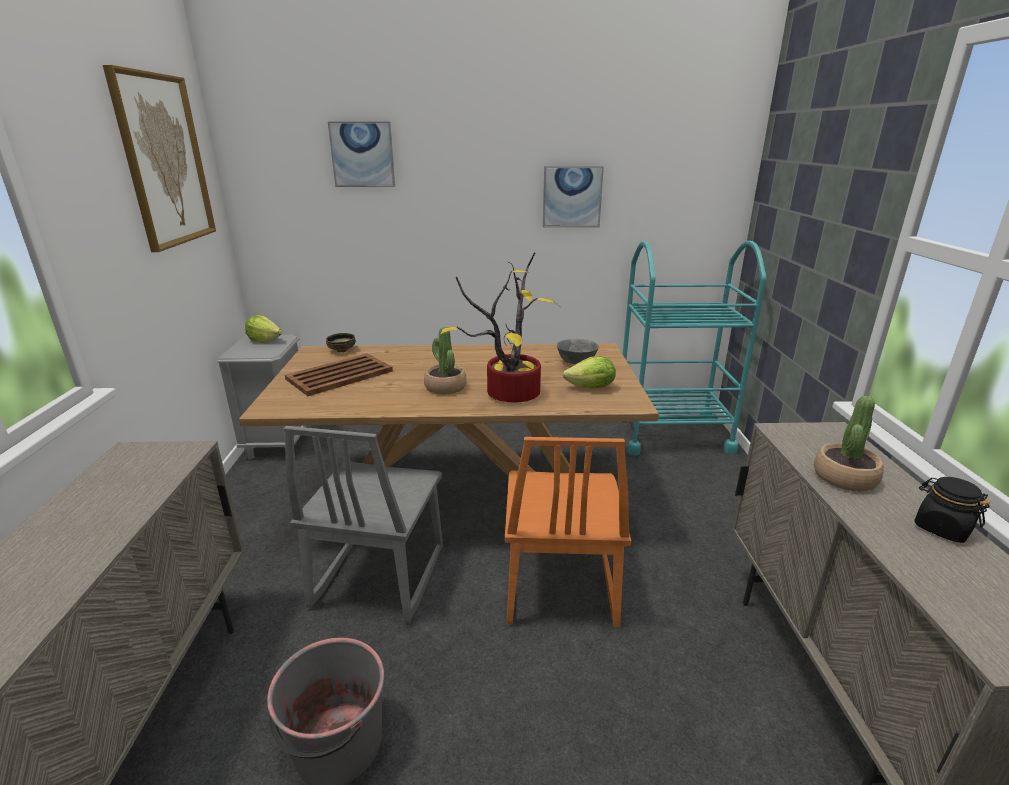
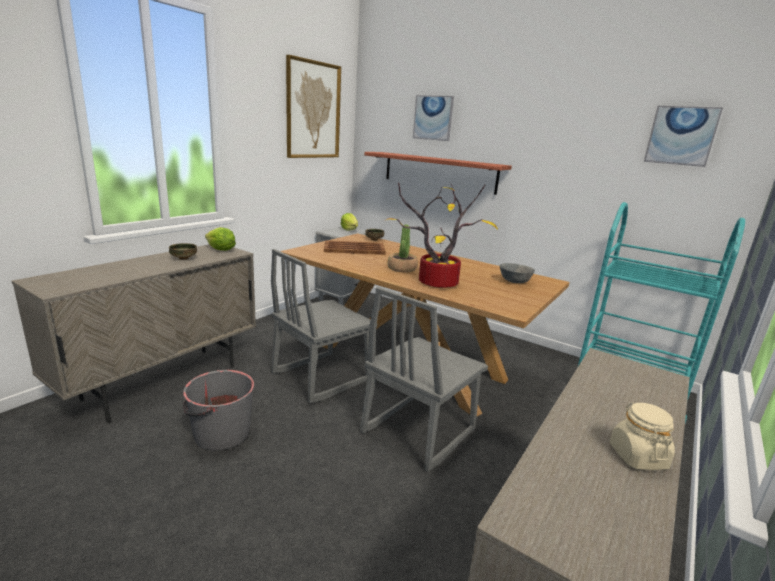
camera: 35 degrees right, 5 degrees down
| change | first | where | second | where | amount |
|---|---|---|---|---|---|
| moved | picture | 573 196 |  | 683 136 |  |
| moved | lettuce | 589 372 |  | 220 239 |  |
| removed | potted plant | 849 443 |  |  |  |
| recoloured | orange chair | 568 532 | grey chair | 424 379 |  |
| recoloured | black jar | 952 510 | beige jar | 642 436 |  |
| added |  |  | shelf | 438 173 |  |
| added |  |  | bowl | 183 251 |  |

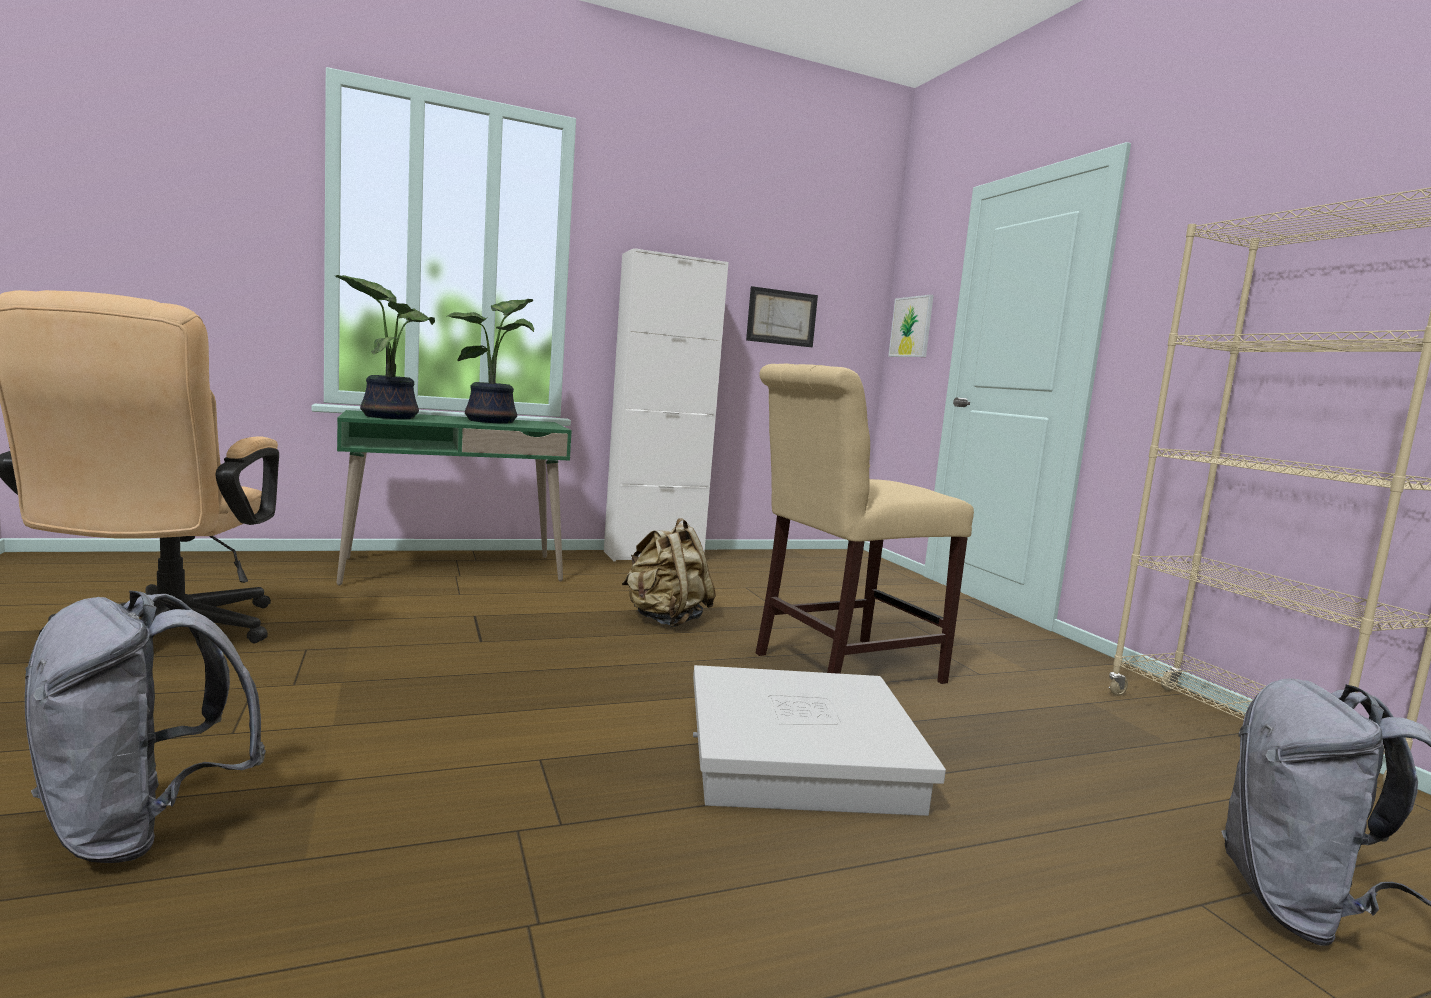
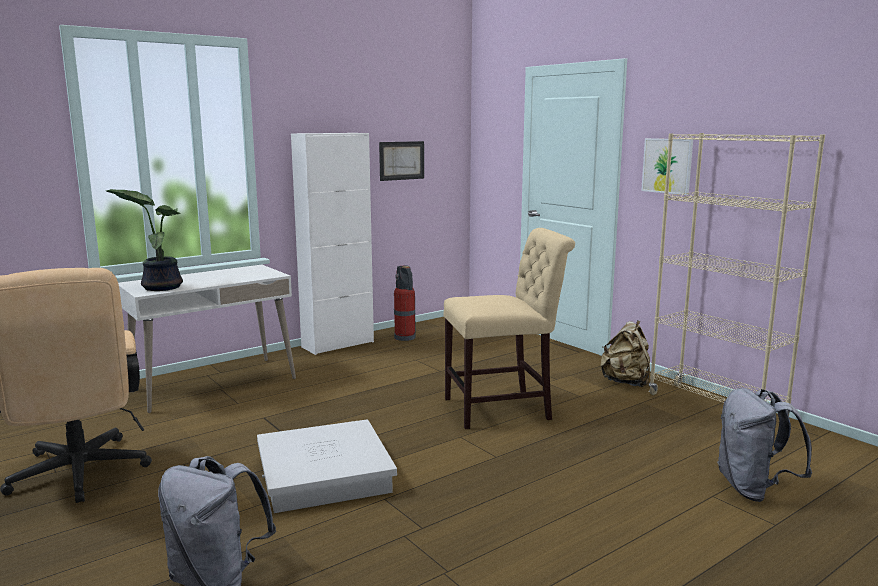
camera: 15 degrees left, 5 degrees up
| change | first | where | second | where | amount |
|---|---|---|---|---|---|
| moved | picture | 911 326 |  | 667 166 |  |
| removed | potted plant | 491 361 |  |  |  |
| turned | beige chair | 865 524 |  | 509 328 | 150 degrees counterclockwise |
| recoloured | green desk | 454 497 | white desk | 207 339 |  |
| moved | beige backpack | 669 572 |  | 625 354 |  |
| moved | white storage box | 819 740 |  | 327 466 |  |
| added |  |  | fire extinguisher | 405 303 |  |

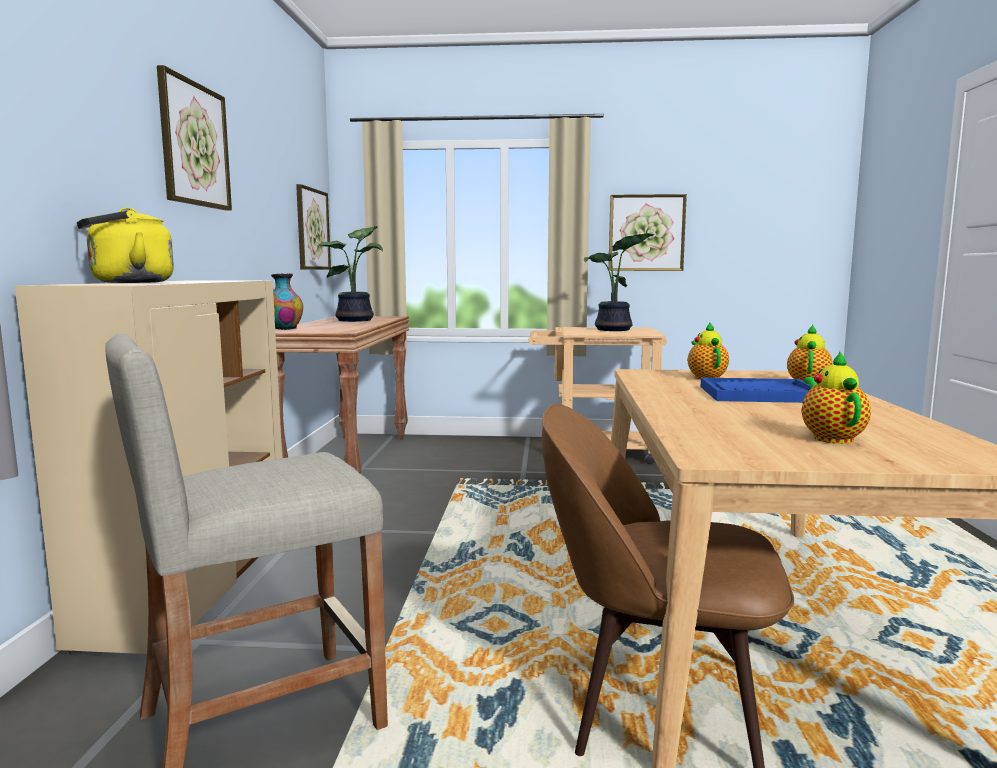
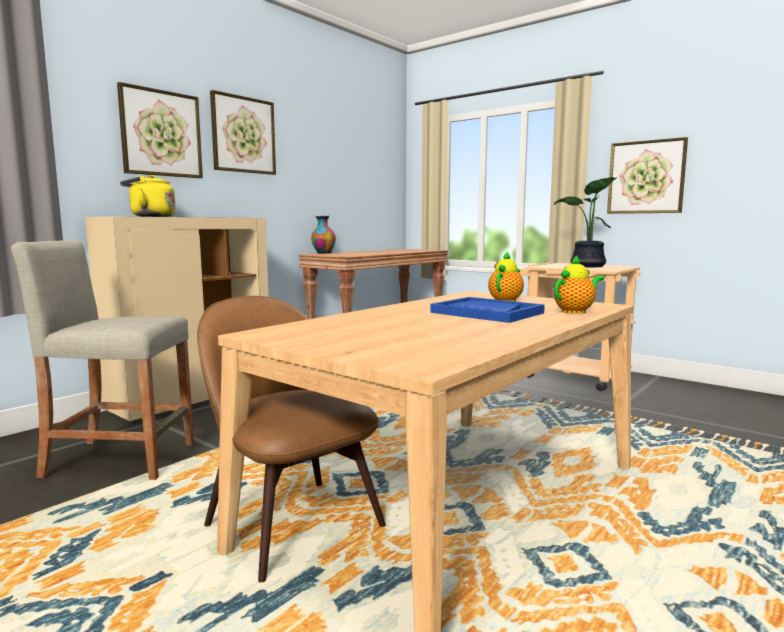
camera: 35 degrees right, 0 degrees up
| change | first | where | second | where | amount |
|---|---|---|---|---|---|
| moved | picture | 313 226 |  | 160 130 |  |
| removed | potted plant | 350 274 |  |  |  |
| removed | teapot | 836 397 |  |  |  |

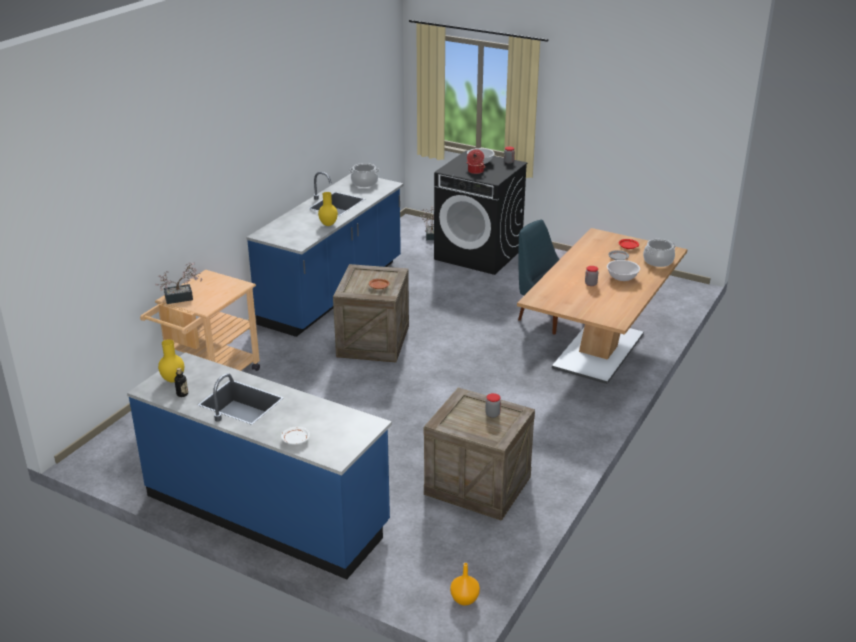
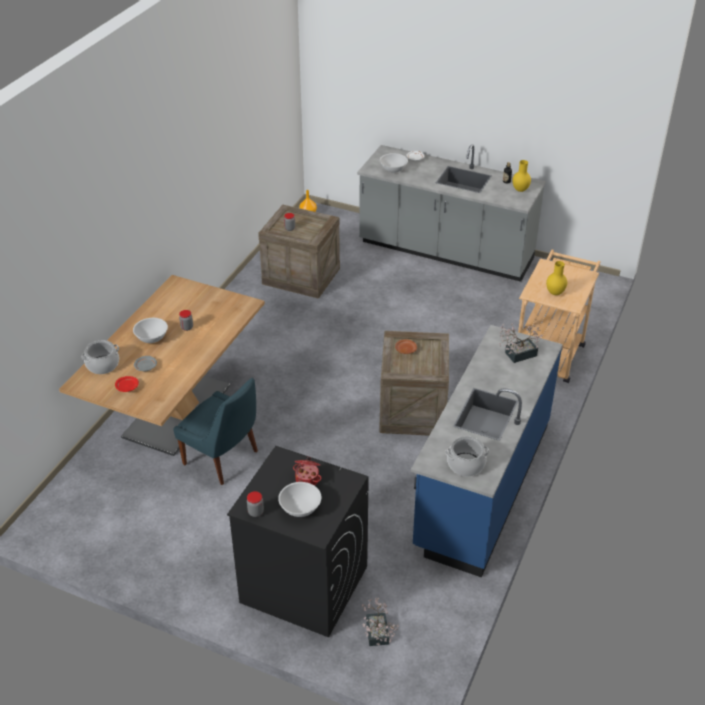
camera: 175 degrees right, 10 degrees up
| change | first | where | second | where | amount |
|---|---|---|---|---|---|
| moved | yellow vase | 328 209 |  | 556 278 |  |
| moved | potted plant | 178 283 |  | 521 343 |  |
| recoloured | blue counter | 259 465 | grey counter | 451 213 |  |
| added |  |  | white bowl | 394 163 |  |

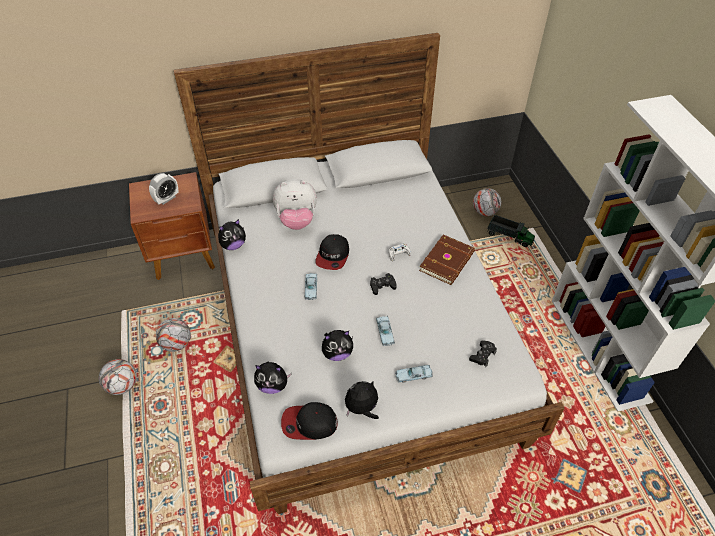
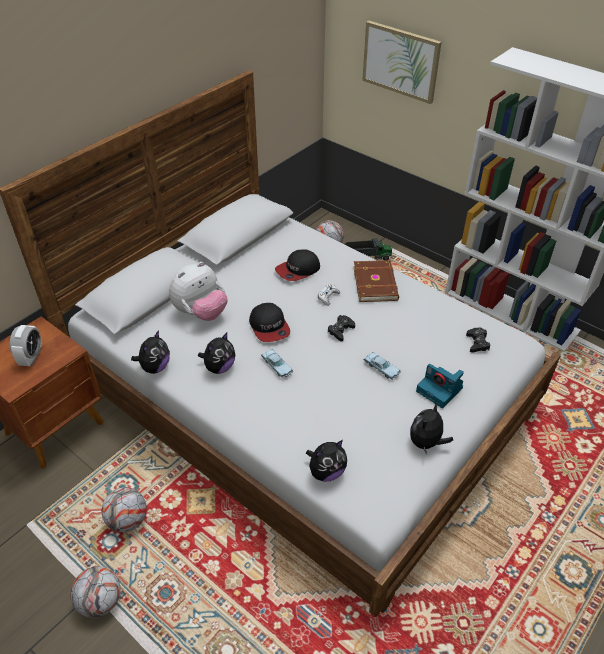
camera: 35 degrees left, 5 degrees down
| change | first | where | second | where | amount |
|---|---|---|---|---|---|
| moved | plush toy | 337 345 |  | 216 353 |  |
| replaced | blue toy car | 414 374 | photo camera | 440 386 |  |
| moved | cap | 309 421 |  | 297 265 |  |
| added |  |  | picture | 402 62 |  |

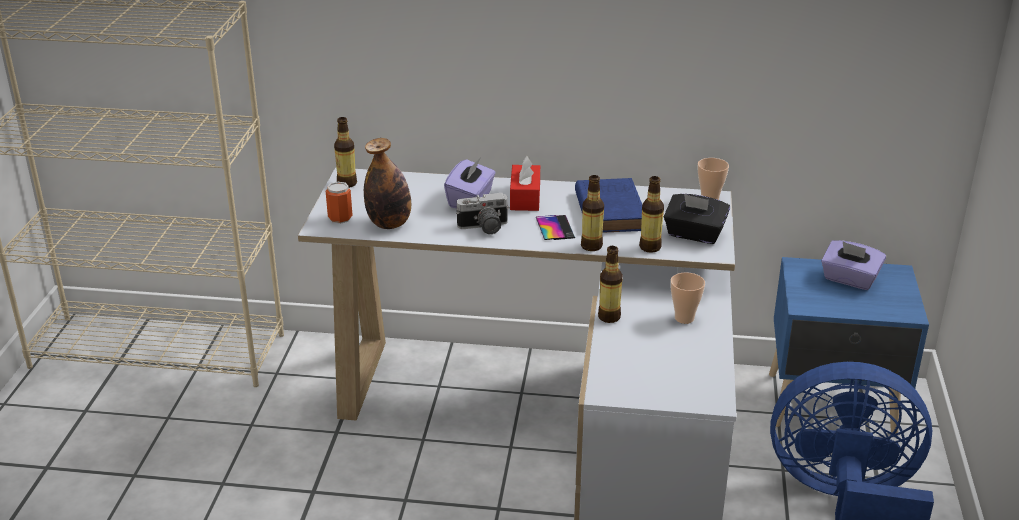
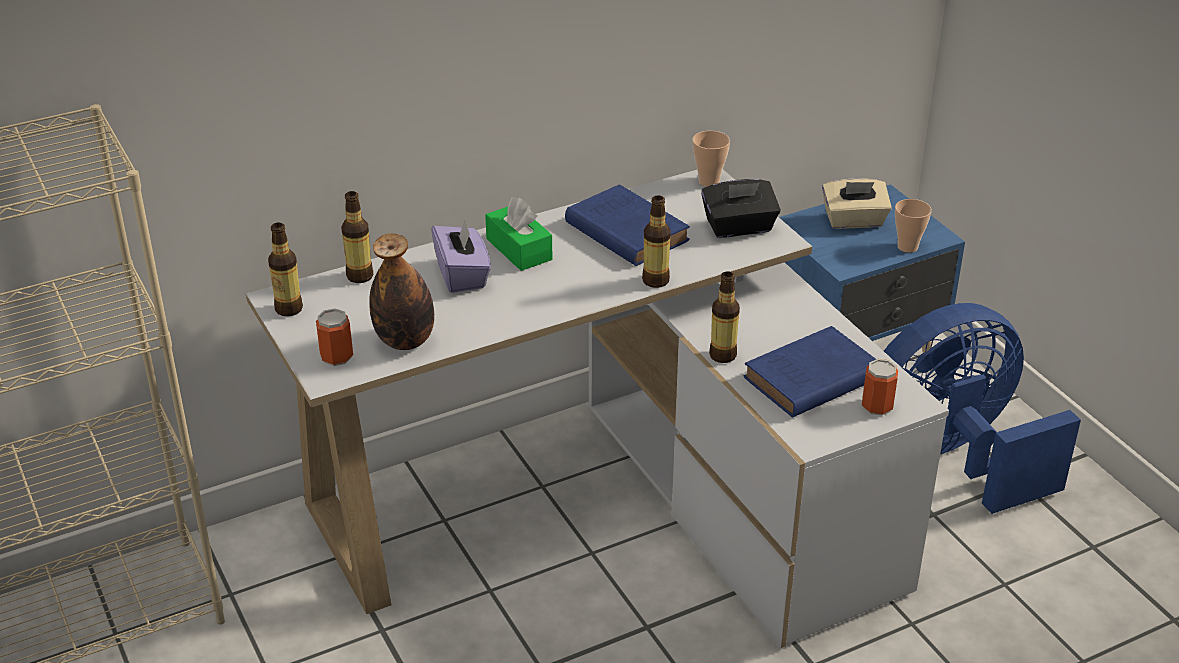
camera: 35 degrees left, 5 degrees up
| change | first | where | second | where | amount |
|---|---|---|---|---|---|
| recoloured | red tissue box | 525 183 | green tissue box | 519 234 |  |
| moved | bottle | 651 214 |  | 357 237 |  |
| removed | photo camera | 483 213 |  |  |  |
| removed | phone | 555 227 |  |  |  |
| recoloured | purple tissue box | 853 265 | beige tissue box | 857 203 |  |
| moved | cup | 688 298 |  | 913 226 |  |
| added |  |  | blue book | 810 372 |  |
| added |  |  | can | 880 387 |  |

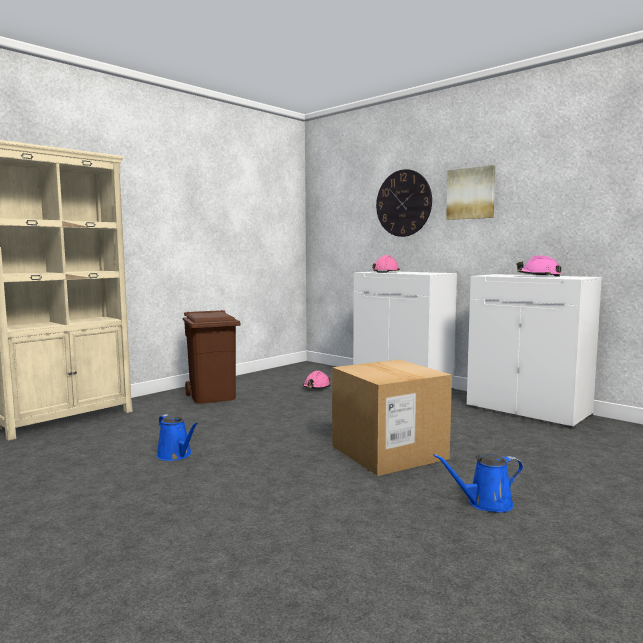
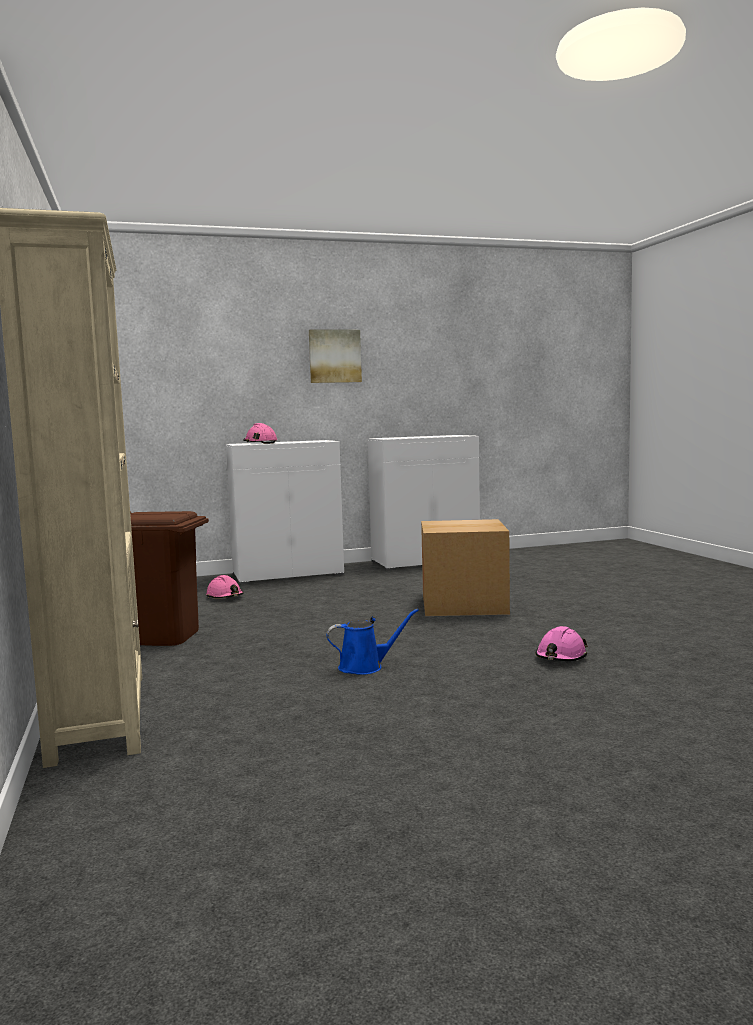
camera: 60 degrees left, 0 degrees up
| change | first | where | second | where | amount |
|---|---|---|---|---|---|
| removed | wall clock | 404 203 |  |  |  |
| moved | pink hard hat | 539 266 |  | 562 643 |  |
| removed | blue watering can | 478 483 |  |  |  |

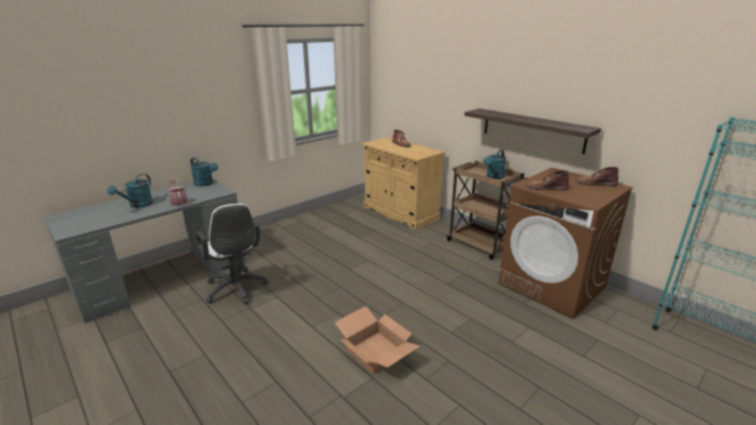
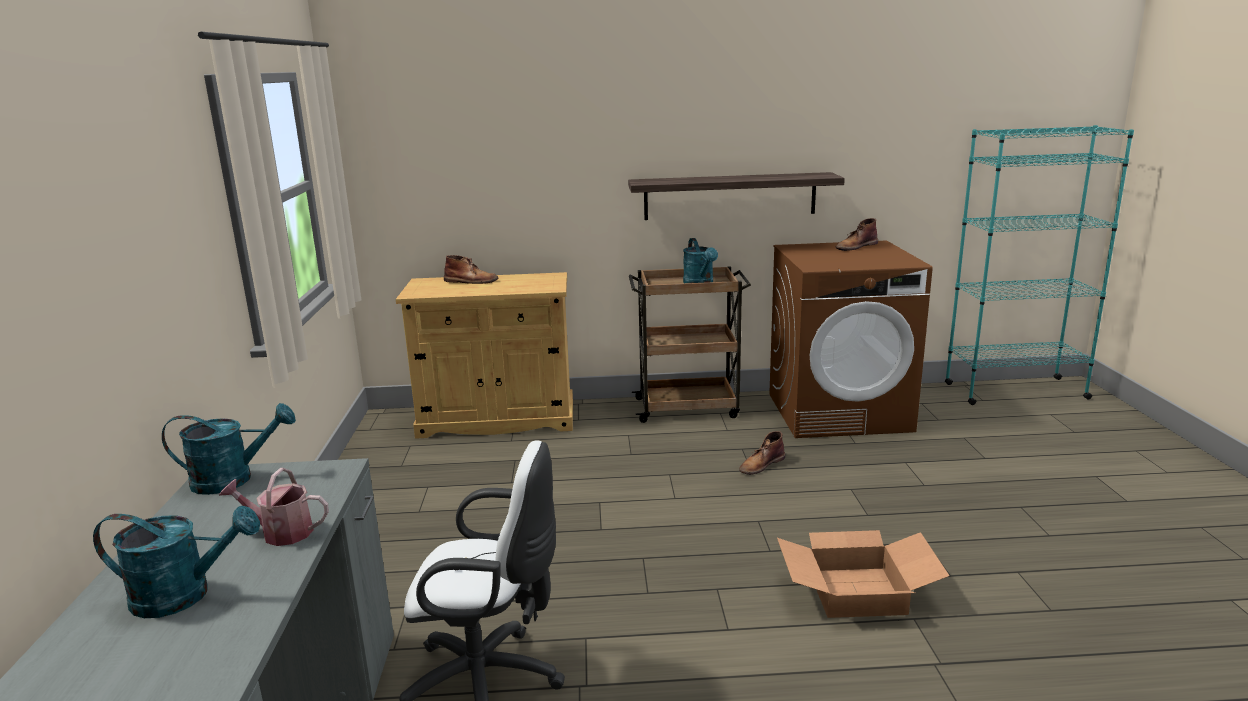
camera: 50 degrees left, 5 degrees down
| change | first | where | second | where | amount |
|---|---|---|---|---|---|
| moved | brown boot | 547 180 |  | 762 453 |  |
| turned | turquoise watering can | 130 191 |  | 176 562 | 60 degrees counterclockwise |

